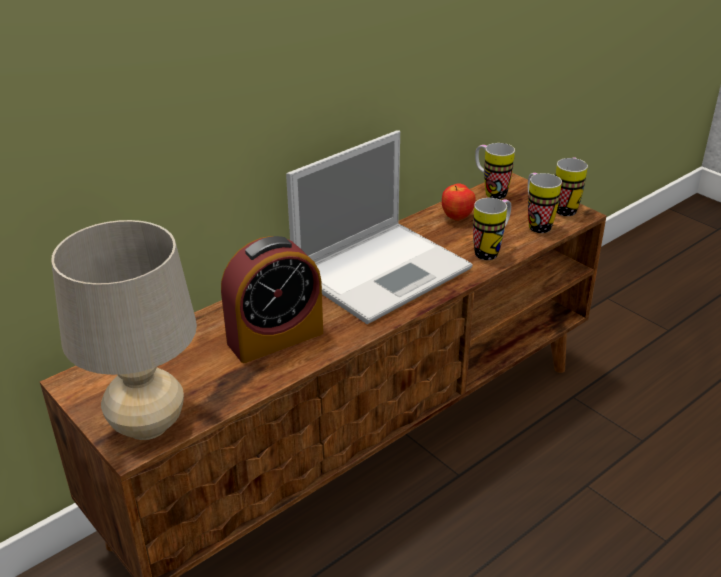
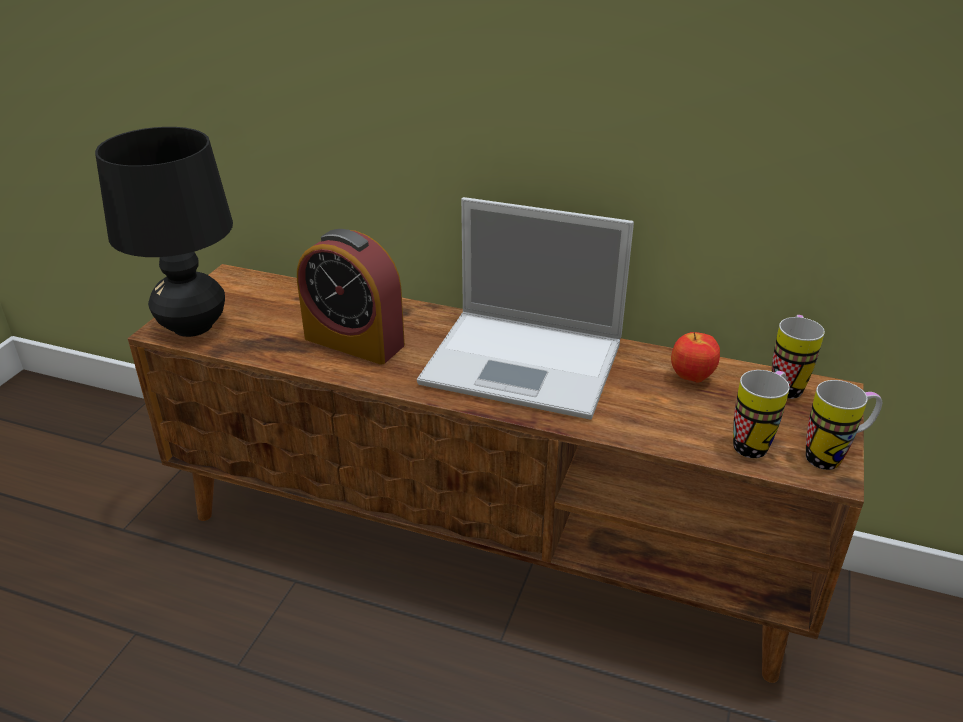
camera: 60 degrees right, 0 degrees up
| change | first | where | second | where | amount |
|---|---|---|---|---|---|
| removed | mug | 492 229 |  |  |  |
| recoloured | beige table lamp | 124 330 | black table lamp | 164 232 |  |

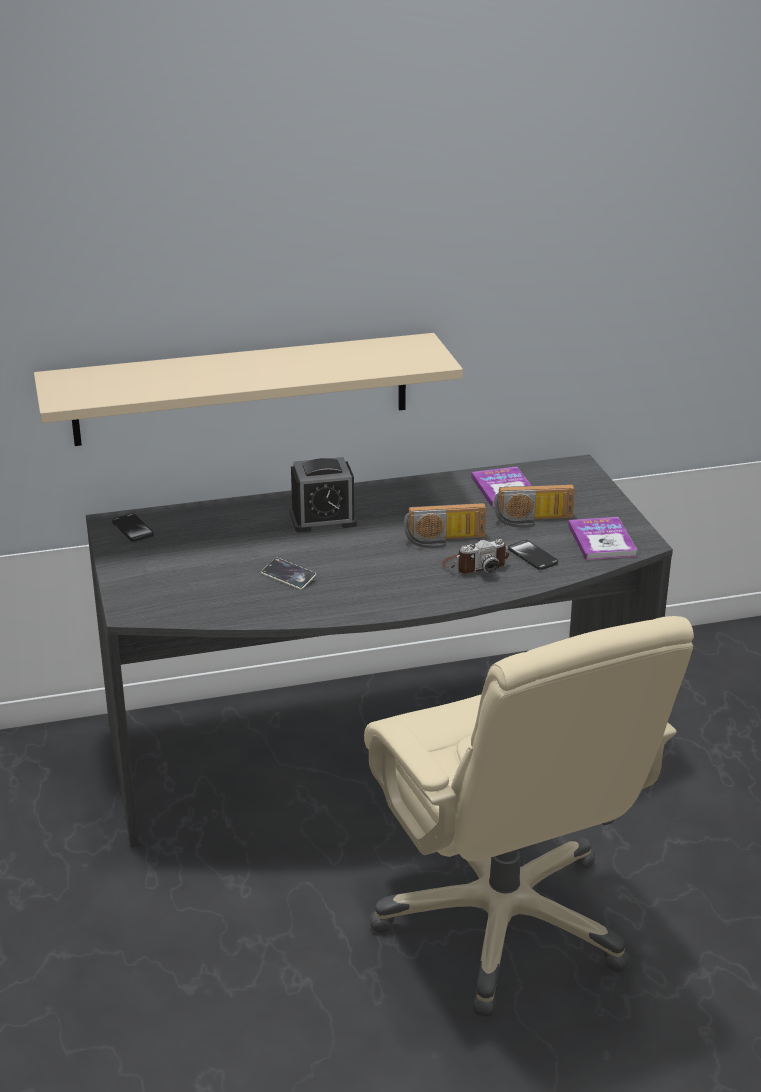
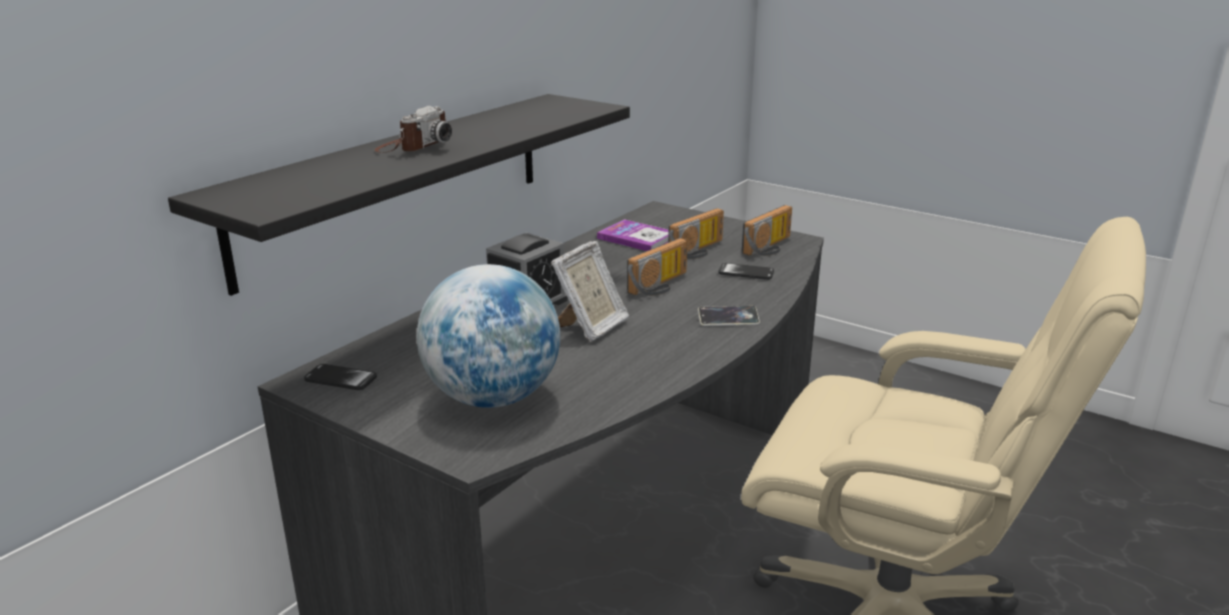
camera: 40 degrees left, 5 degrees down
| change | first | where | second | where | amount |
|---|---|---|---|---|---|
| recoloured | beige shelf | 248 389 | black shelf | 399 195 |  |
| replaced | book | 602 538 | radio | 767 230 |  |
| moved | photo camera | 475 556 |  | 413 129 |  |
| moved | phone | 288 574 |  | 729 316 |  |
| added |  |  | picture frame | 590 291 |  |
| added |  |  | globe | 488 336 |  |

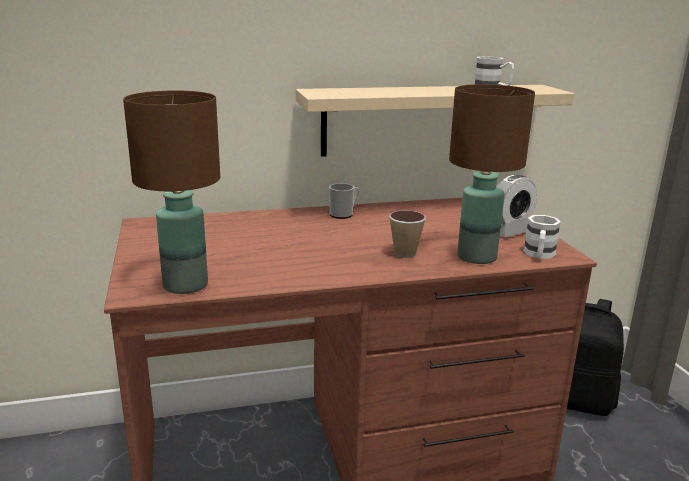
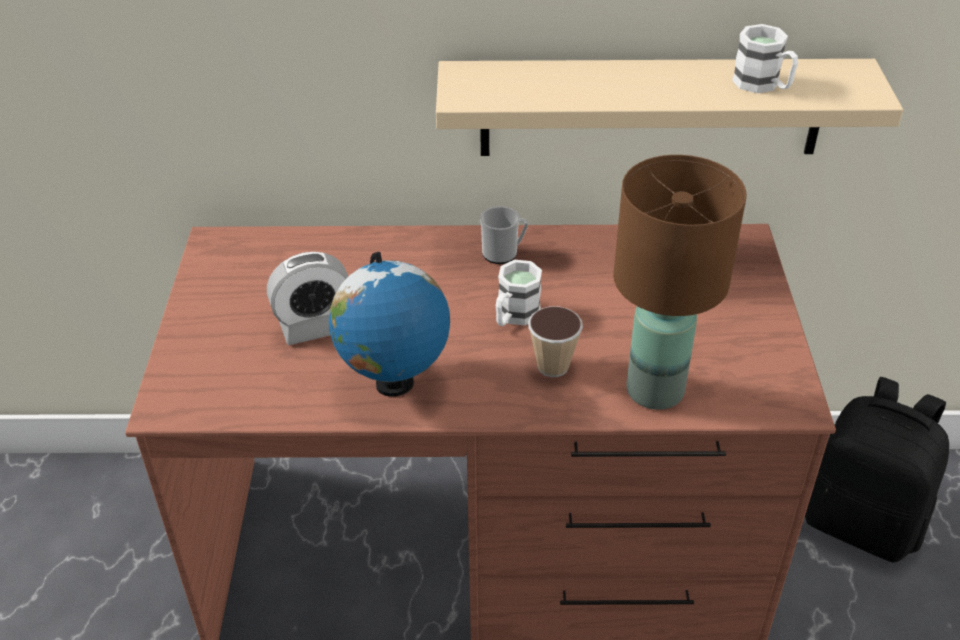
camera: 15 degrees right, 20 degrees up
| change | first | where | second | where | amount |
|---|---|---|---|---|---|
| removed | brown table lamp | 171 192 |  |  |  |
| moved | alarm clock | 517 206 |  | 307 298 |  |
| moved | white mug | 542 237 |  | 519 293 |  |
| added |  |  | globe | 389 324 |  |

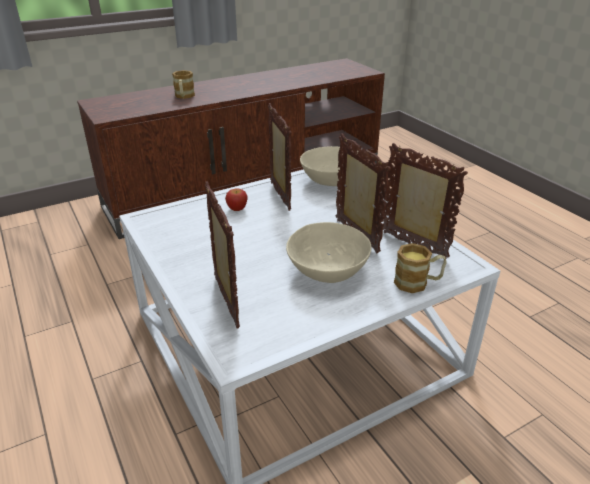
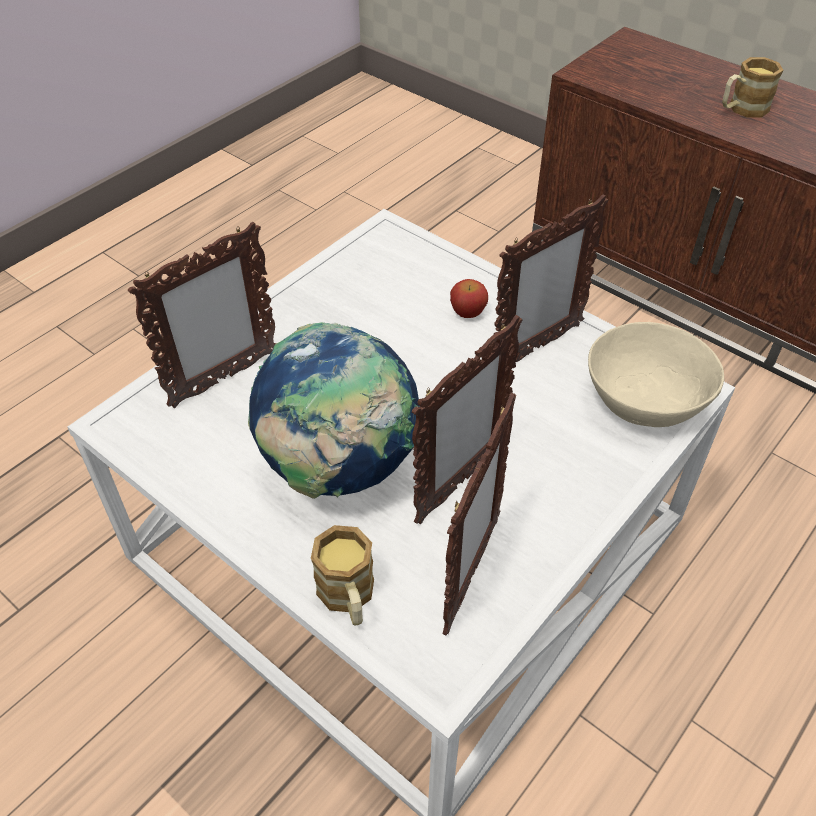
camera: 70 degrees right, 15 degrees up
| change | first | where | second | where | amount |
|---|---|---|---|---|---|
| replaced | beige bowl | 329 252 | globe | 334 410 |  |

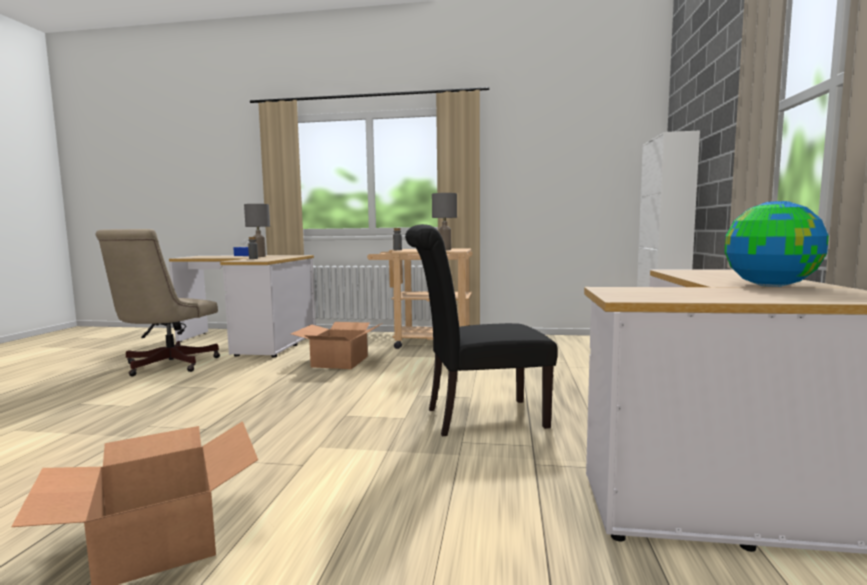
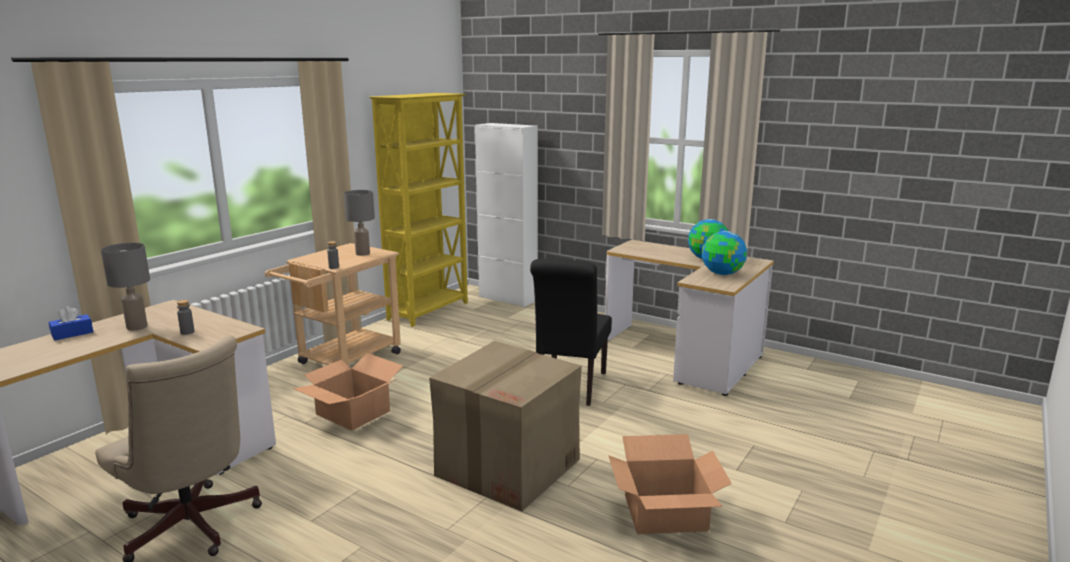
camera: 65 degrees left, 10 degrees up
| change | first | where | second | where | amount |
|---|---|---|---|---|---|
| added |  |  | yellow bookcase | 418 210 |  |
| added |  |  | globe | 724 253 |  |
| added |  |  | cardboard box | 505 426 |  |

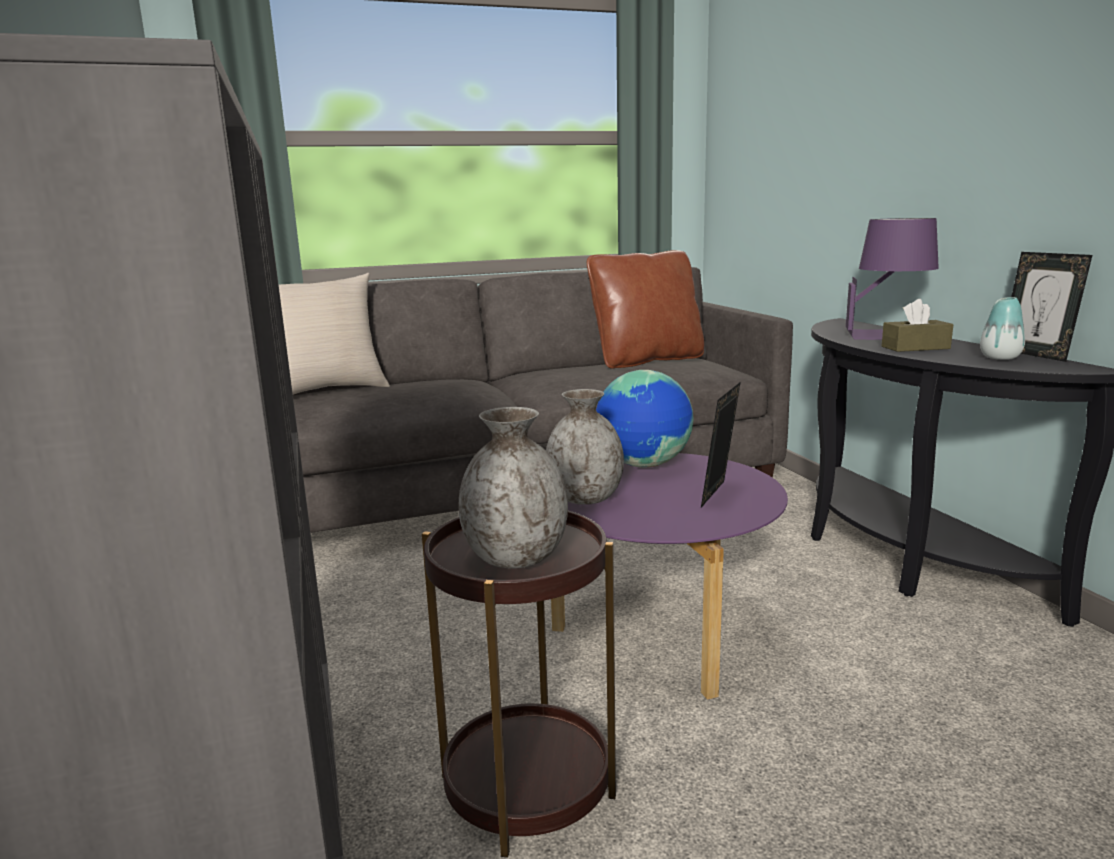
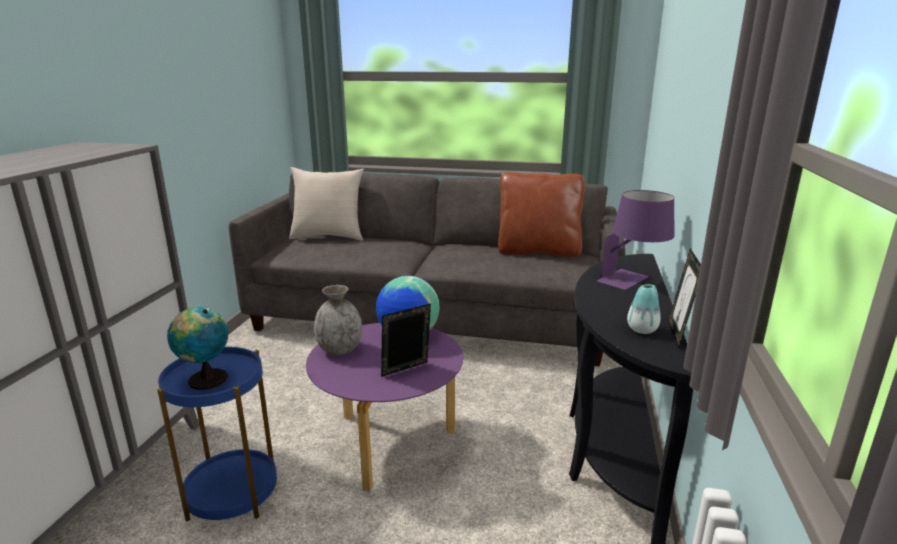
camera: 30 degrees right, 5 degrees up
| change | first | where | second | where | amount |
|---|---|---|---|---|---|
| removed | brown tissue box | 917 325 |  |  |  |
| replaced | grey vase | 513 488 | globe | 198 348 |  |
| recoloured | brown side table | 519 684 | blue side table | 217 434 |  |

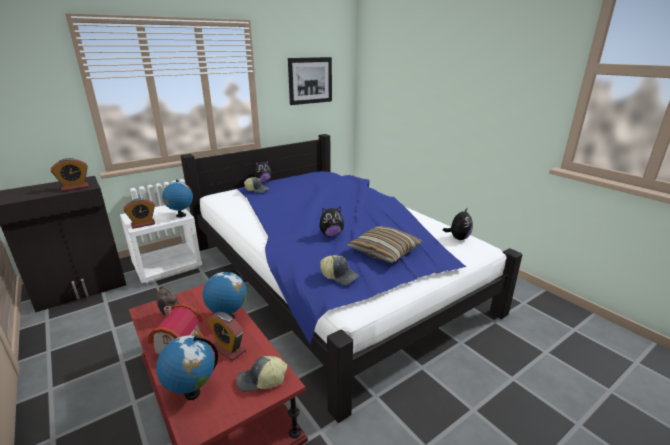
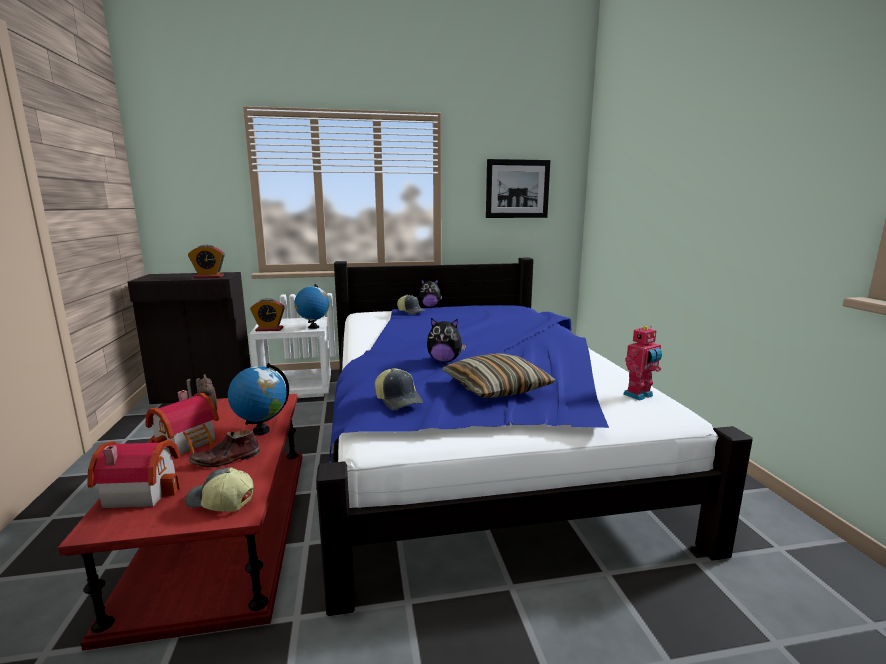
camera: 25 degrees right, 10 degrees down
| change | first | where | second | where | amount |
|---|---|---|---|---|---|
| replaced | plush toy | 458 223 | toy robot | 642 363 |  |
| replaced | alarm clock | 226 336 | brown shoe | 224 448 |  |
| replaced | globe | 187 368 | toy house | 134 474 |  |

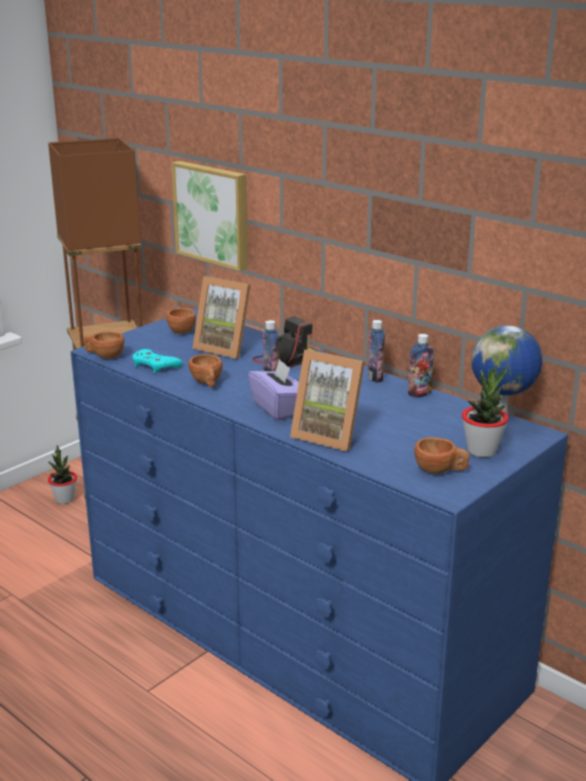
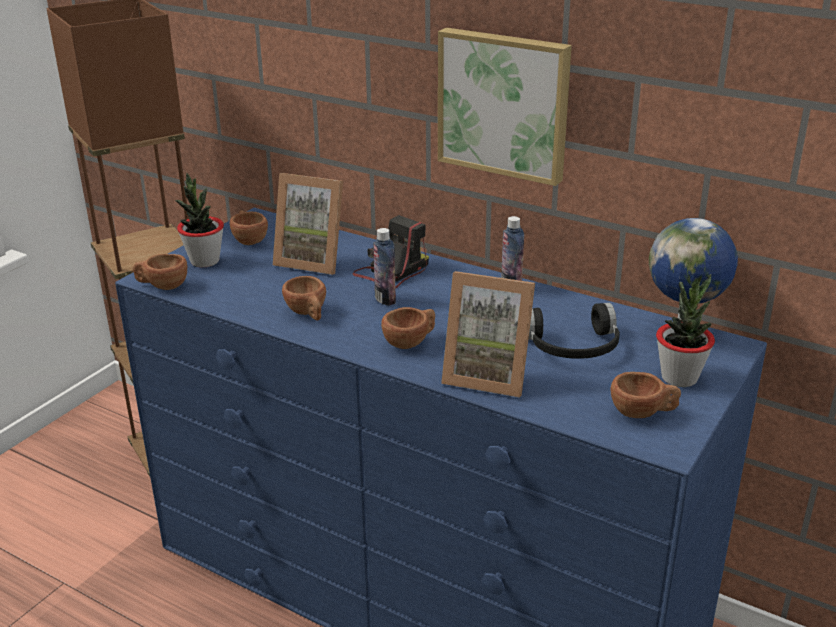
camera: 10 degrees left, 5 degrees up
| change | first | where | second | where | amount |
|---|---|---|---|---|---|
| moved | picture | 209 216 |  | 505 107 |  |
| removed | bottle | 421 365 |  |  |  |
| removed | turquoise game controller | 157 361 |  |  |  |
| replaced | purple tissue box | 273 389 | brown cup | 408 328 |  |
| moved | potted plant | 62 474 |  | 199 220 |  |
| added |  |  | black headphones | 574 331 |  |

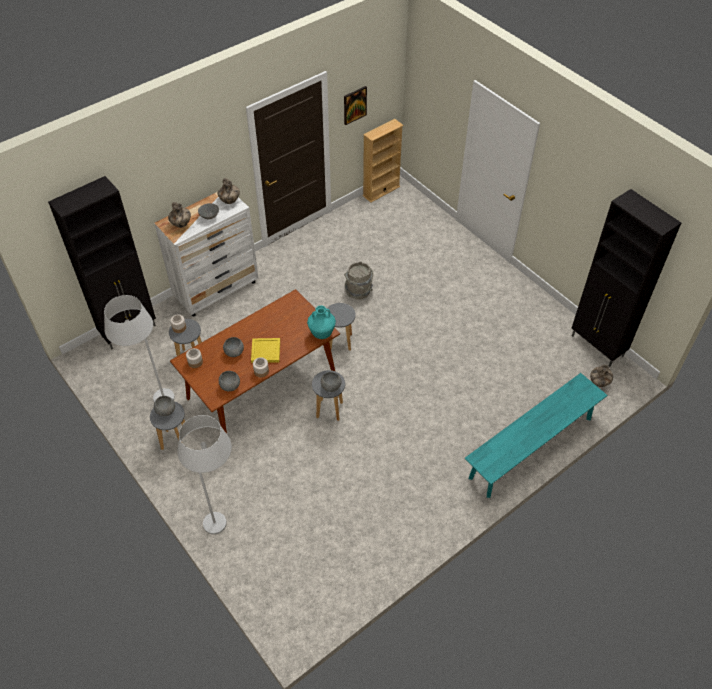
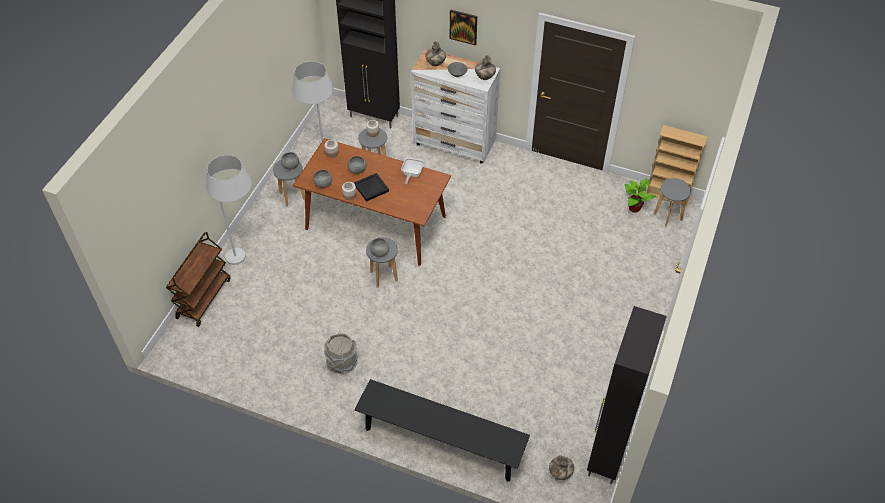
camera: 60 degrees right, 0 degrees up
| change | first | where | second | where | amount |
|---|---|---|---|---|---|
| moved | picture | 355 105 |  | 463 28 |  |
| moved | grey bucket | 358 281 |  | 341 353 |  |
| moved | grey stool | 341 327 |  | 672 202 |  |
| removed | turquoise vase | 321 322 |  |  |  |
| recoloured | yellow tray | 265 350 | black tray | 371 187 |  |
| recoloured | turquoise bench | 536 435 | black bench | 442 430 |  |
| added |  |  | frying pan | 412 171 |  |
| added |  |  | potted plant | 640 196 |  |
| added |  |  | brown cart | 198 279 |  |

